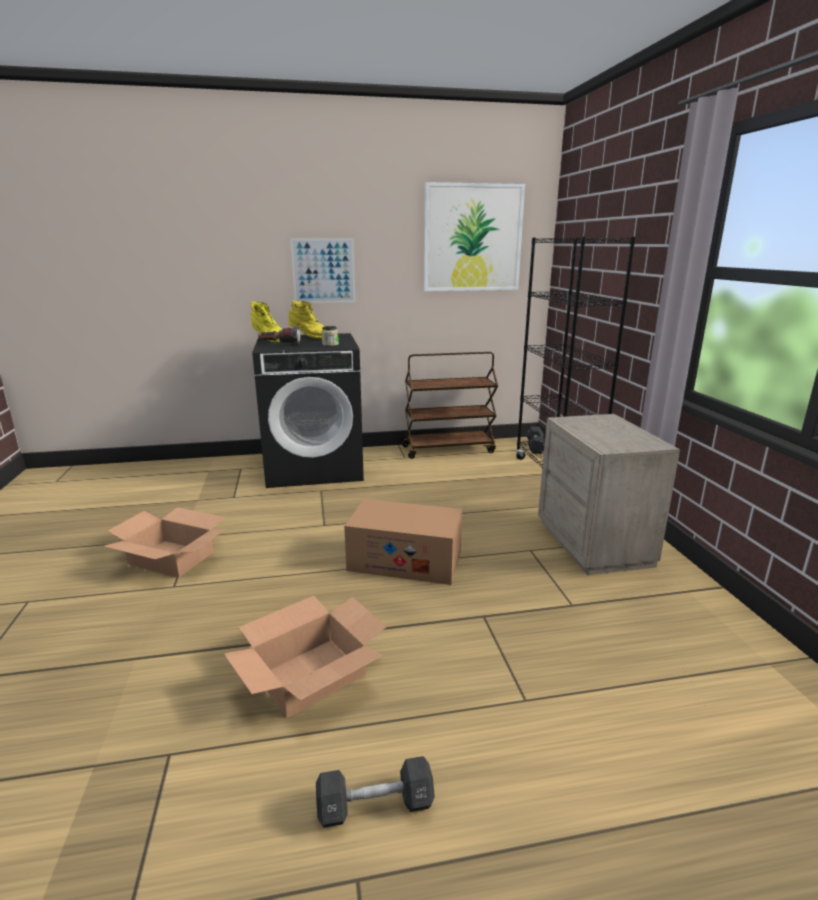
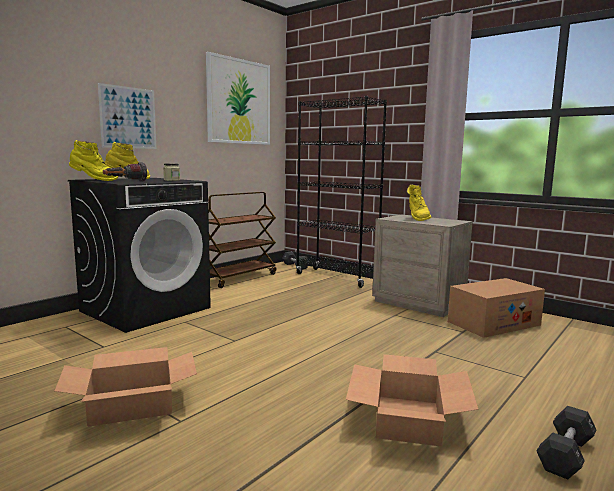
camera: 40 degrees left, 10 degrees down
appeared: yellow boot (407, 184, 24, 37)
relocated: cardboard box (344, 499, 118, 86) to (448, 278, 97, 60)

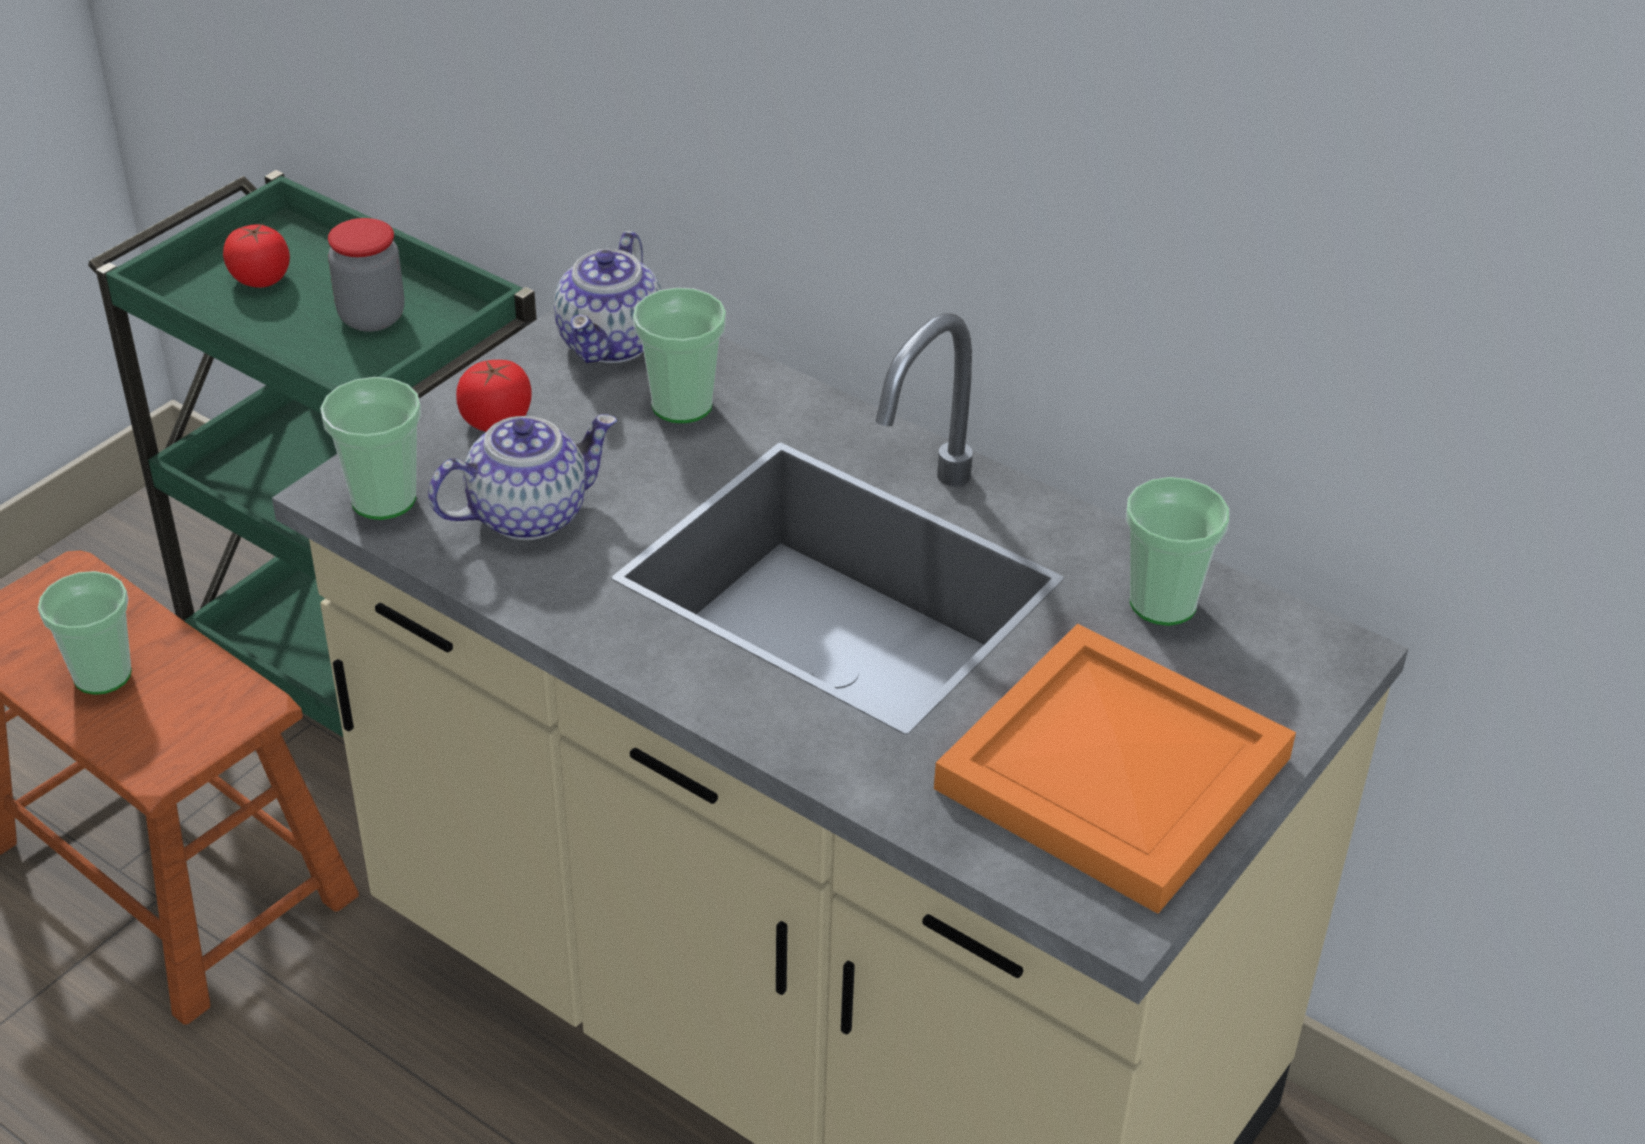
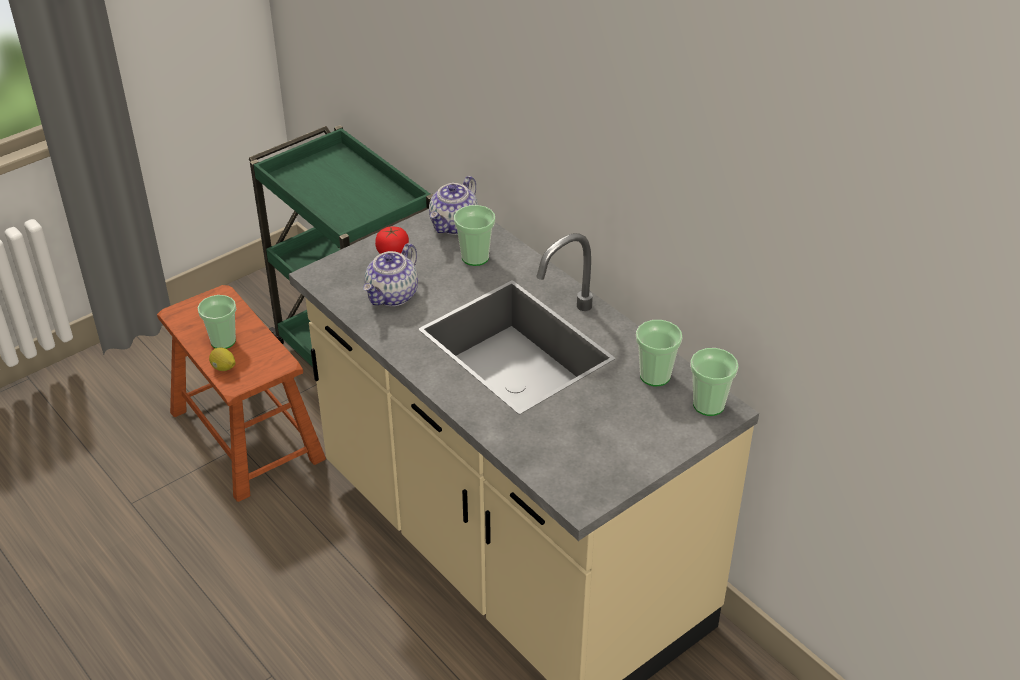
camera: 15 degrees right, 0 degrees up
missing: tomato (223, 224, 67, 64); jar (328, 218, 76, 114); orange tray (934, 623, 362, 291)
appeared: lemon (209, 347, 27, 24)
relocated: cup (320, 377, 101, 143) to (690, 348, 49, 68)
spun: teapot (428, 414, 189, 126) = (363, 243, 55, 63) 135 degrees clockwise

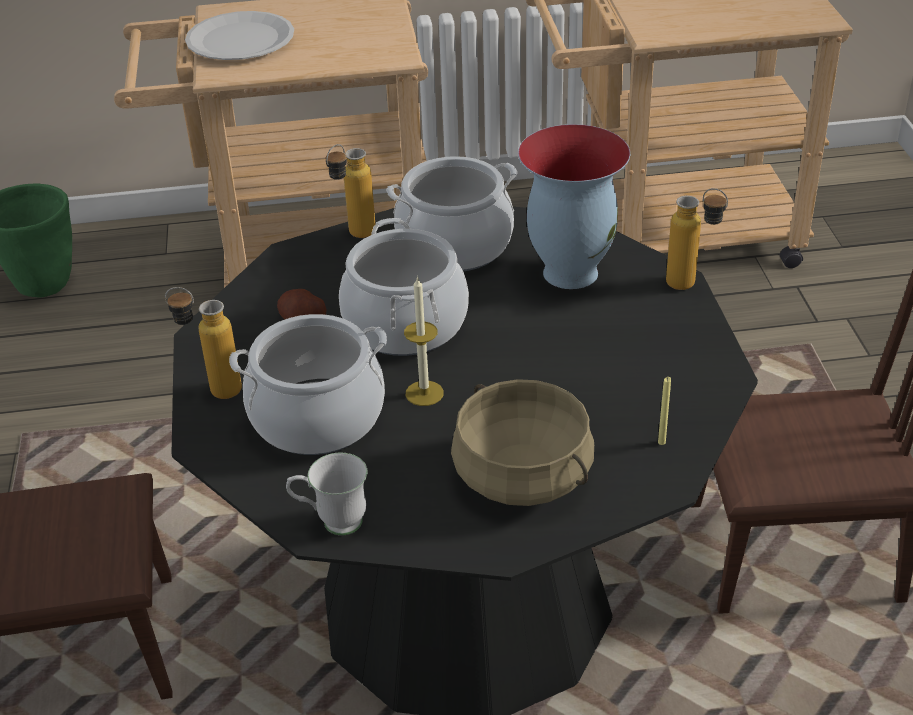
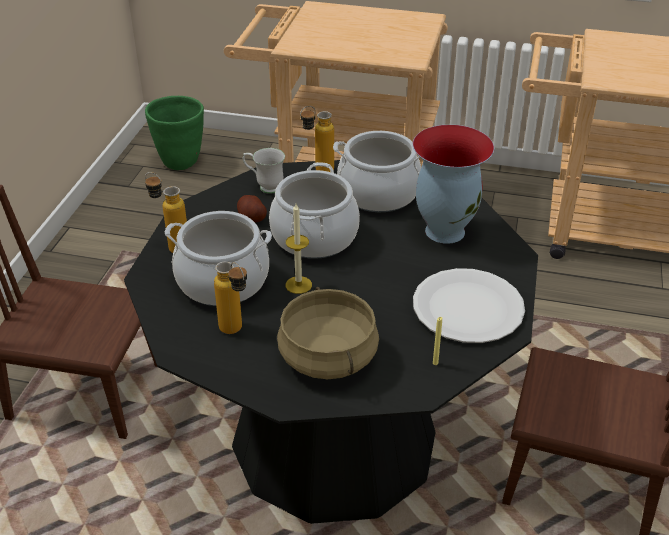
camera: 20 degrees right, 0 degrees up
relocated: bottle (666, 188, 62, 102) to (214, 261, 33, 73); white mug (286, 453, 82, 82) to (243, 148, 42, 46); white plate (185, 11, 109, 49) to (413, 268, 112, 75)

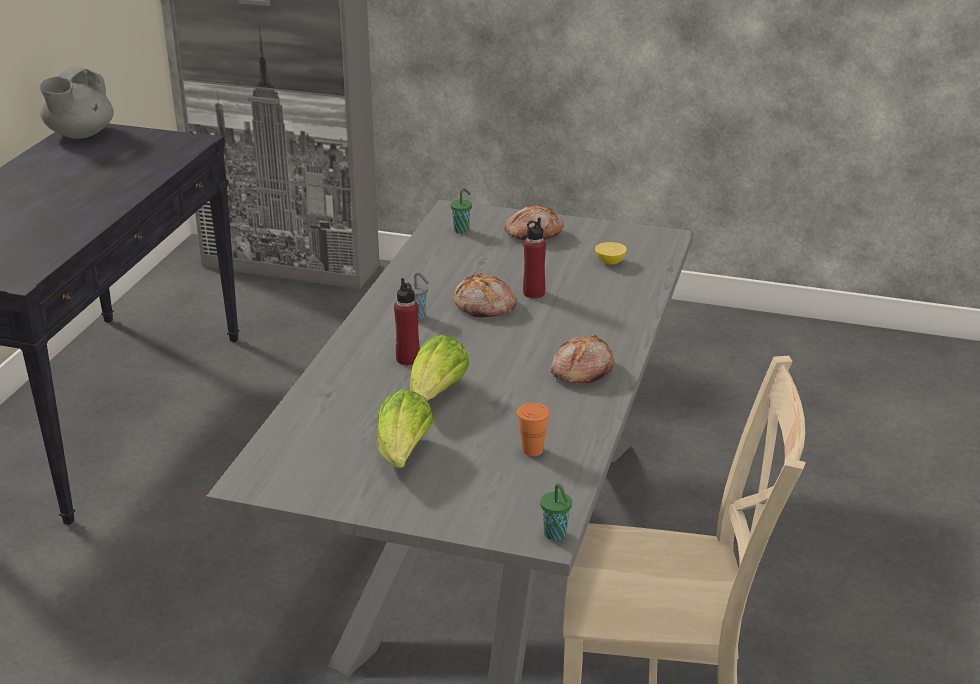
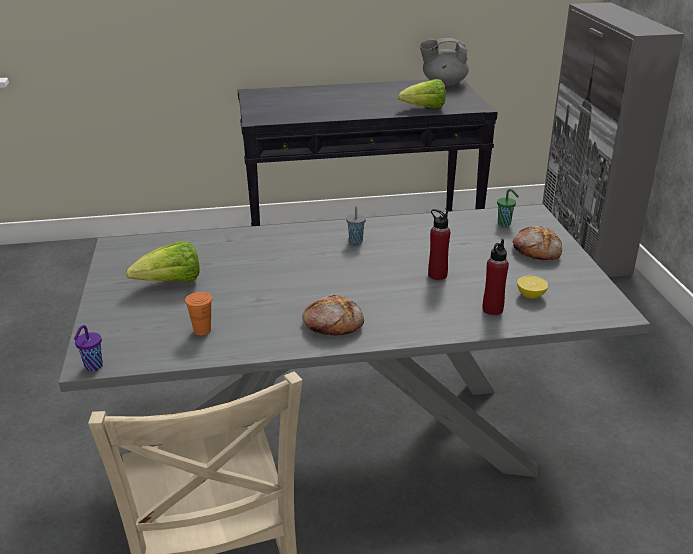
camera: 65 degrees right, 0 degrees up
missing: bread (453, 273, 64, 44)
relocated: lettuce (410, 334, 59, 67) to (398, 79, 48, 30); red bottle (394, 278, 26, 87) to (483, 239, 26, 76)
colour: green cup (540, 483, 32, 58) to purple cup (74, 325, 29, 46)

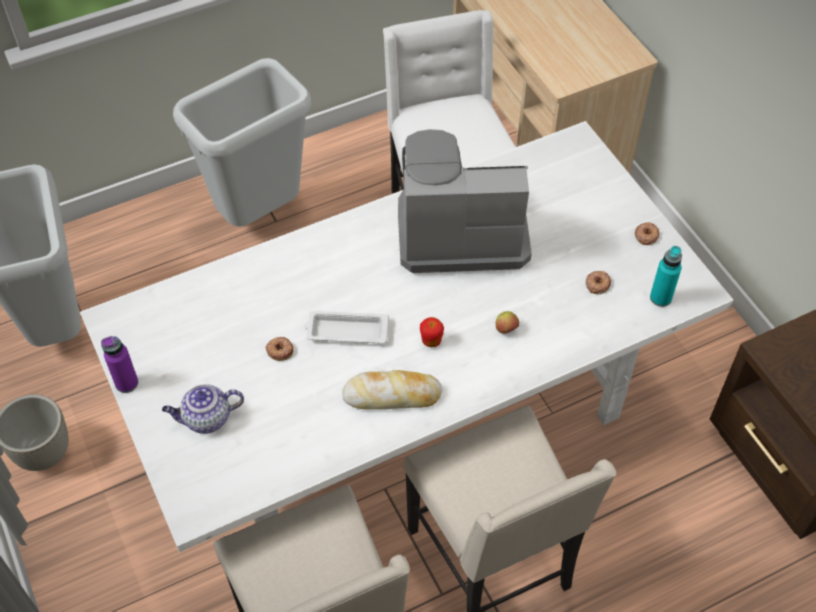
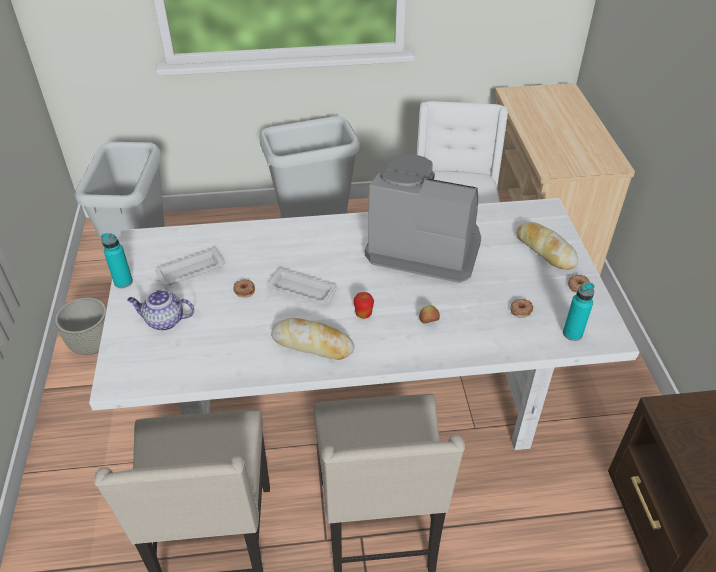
camera: 20 degrees right, 10 degrees down
appeared: white tray (155, 248, 70, 38); bread (516, 222, 62, 48)
colour: purple bottle (101, 336, 37, 57) to turquoise bottle (101, 233, 32, 55)

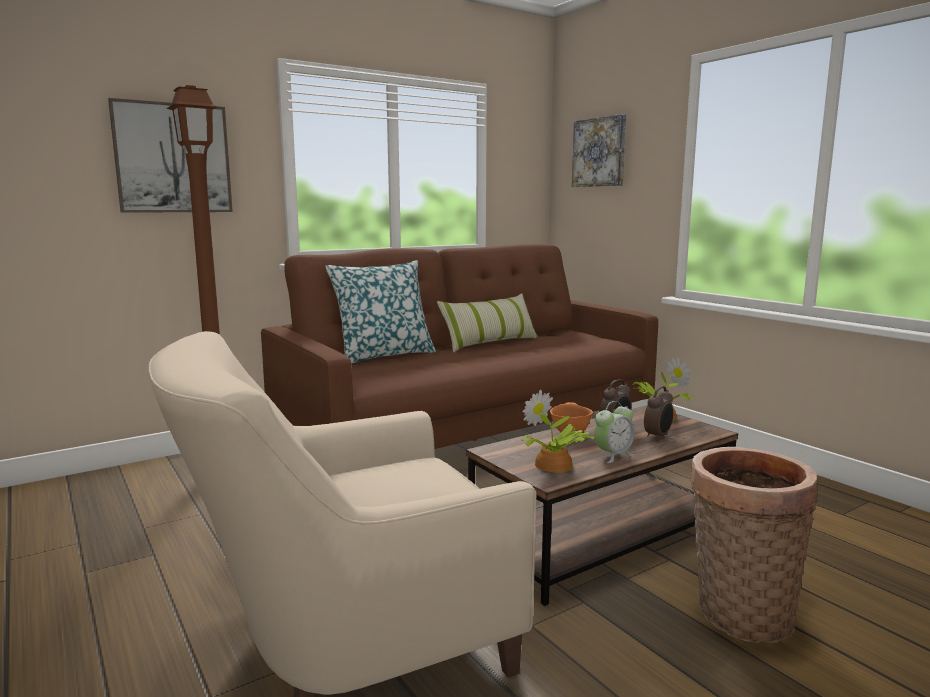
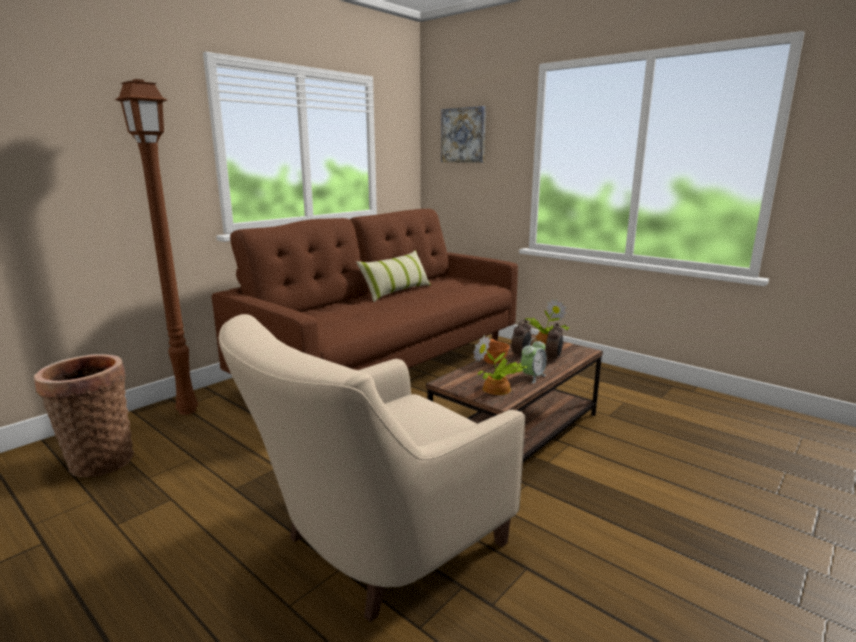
camera: 15 degrees left, 5 degrees up
missing: picture (108, 98, 125, 115); pillow (325, 260, 111, 104)
relocated: basket (690, 447, 128, 197) to (34, 354, 100, 123)

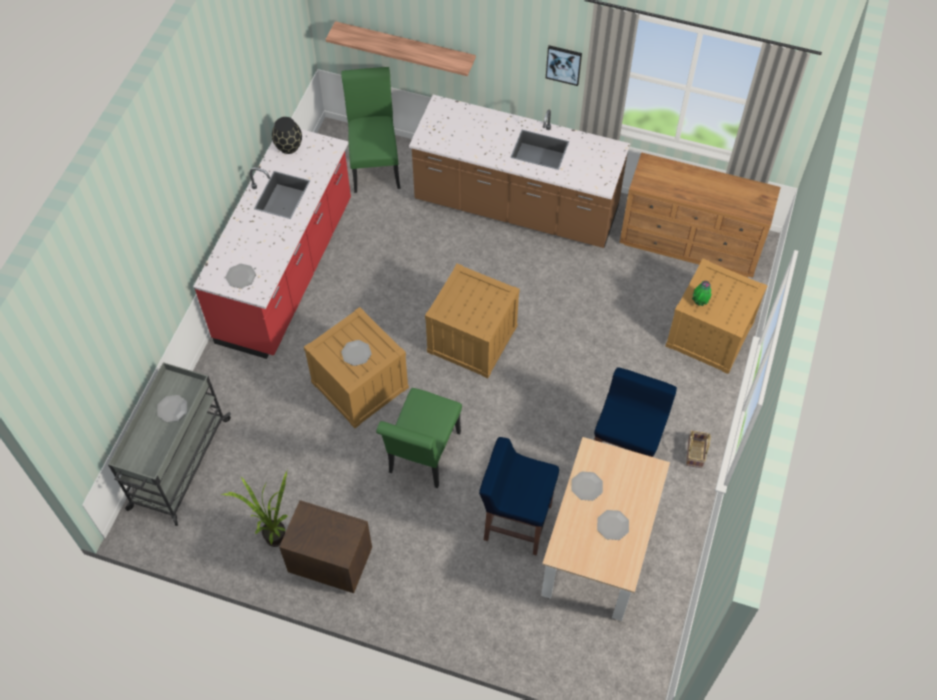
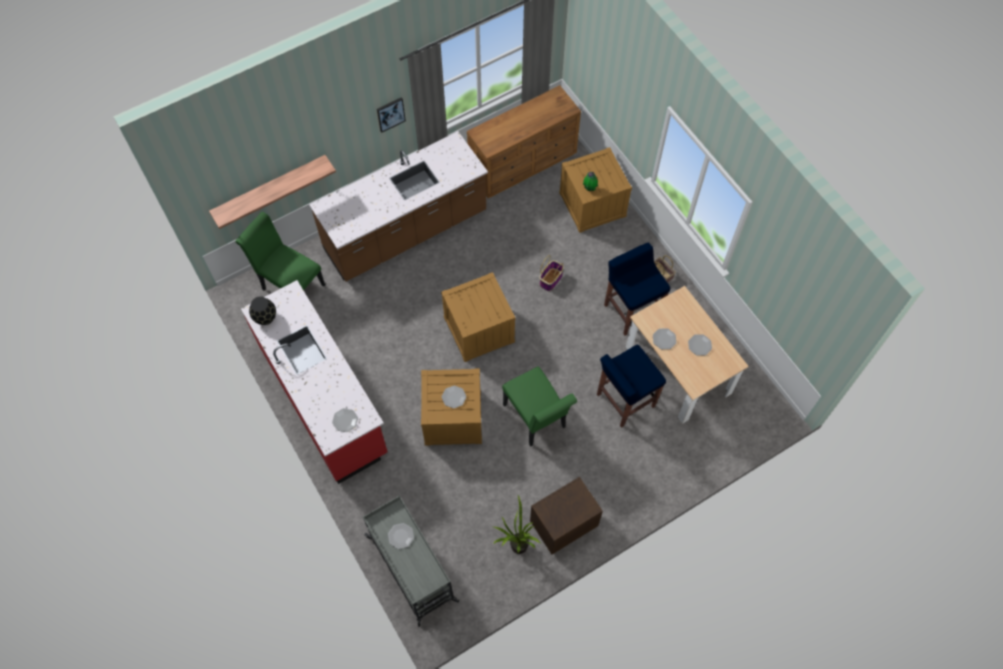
camera: 50 degrees left, 5 degrees up
appeared: basket (539, 255, 25, 36)

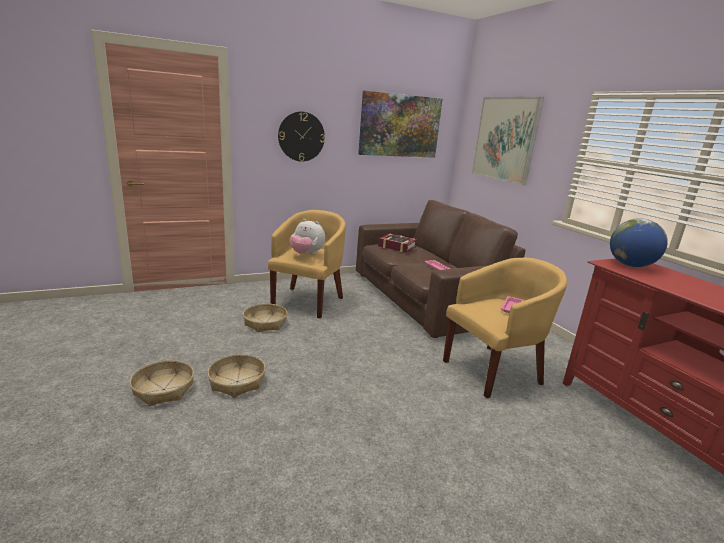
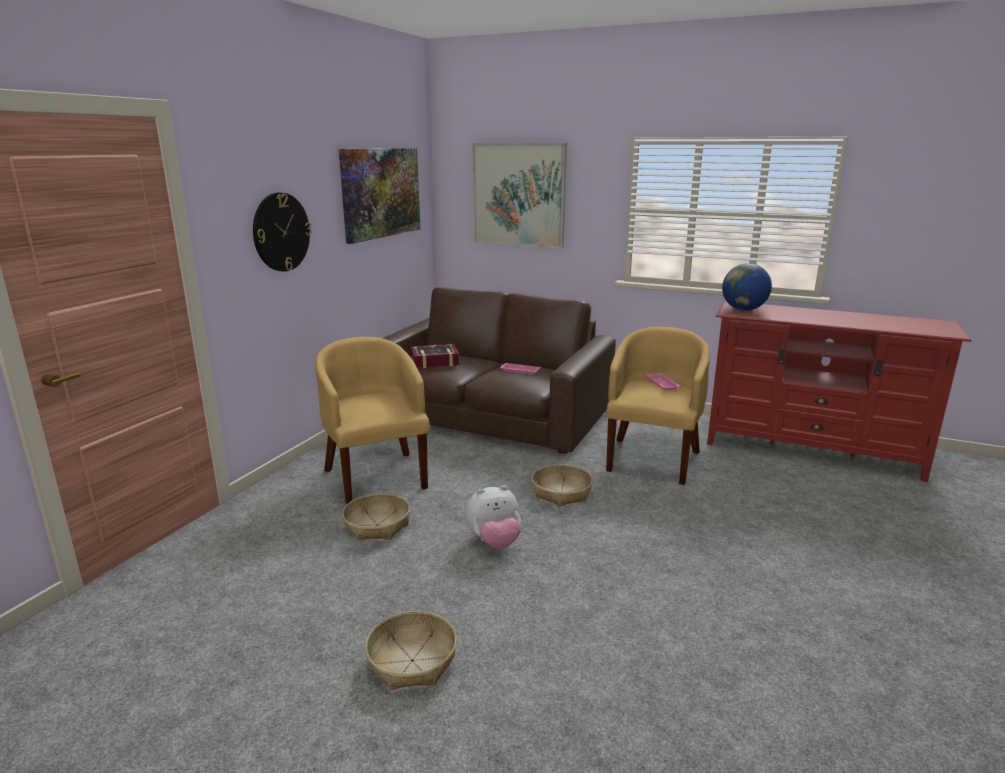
camera: 40 degrees left, 0 degrees up
relocated: plush toy (290, 219, 35, 36) to (465, 485, 56, 64); basket (207, 354, 59, 44) to (532, 464, 61, 43)

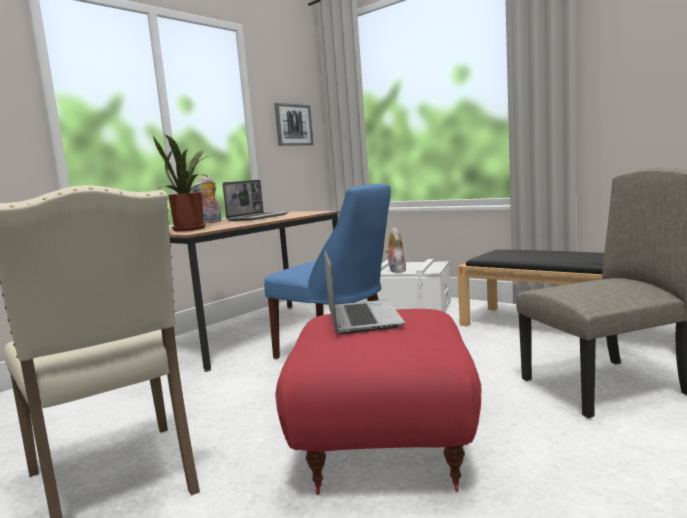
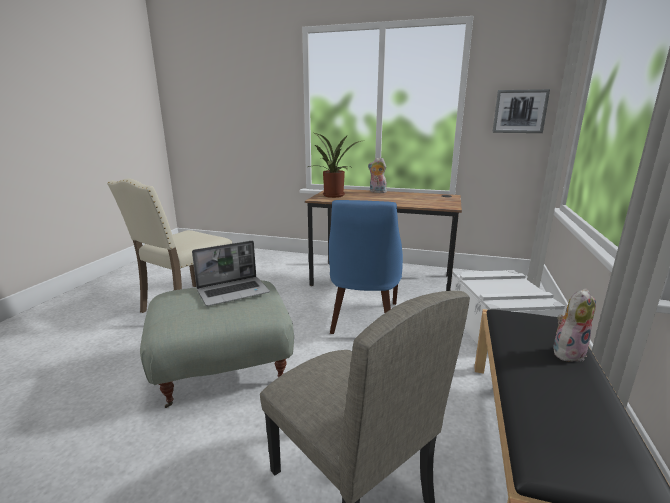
camera: 65 degrees right, 10 degrees up
missing: laptop (222, 180, 67, 41)
relocated: plush toy (385, 228, 21, 45) to (553, 289, 43, 73)
colour: red ottoman (276, 309, 206, 186) to grey ottoman (140, 280, 154, 128)

